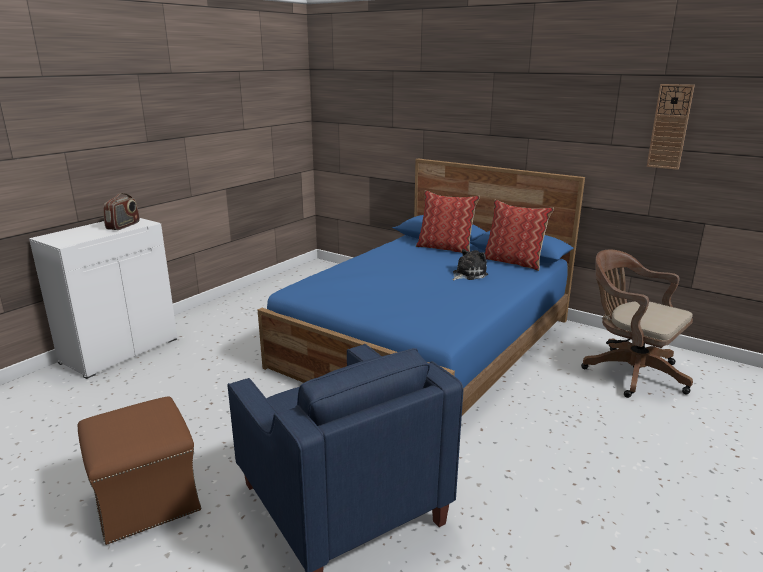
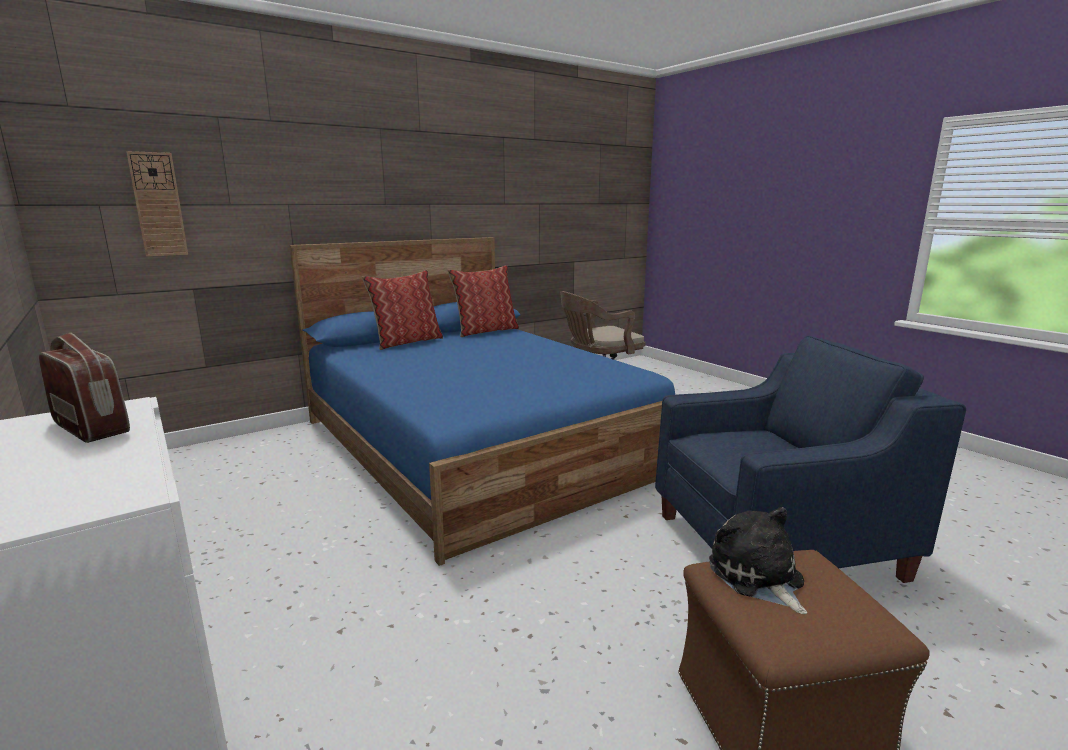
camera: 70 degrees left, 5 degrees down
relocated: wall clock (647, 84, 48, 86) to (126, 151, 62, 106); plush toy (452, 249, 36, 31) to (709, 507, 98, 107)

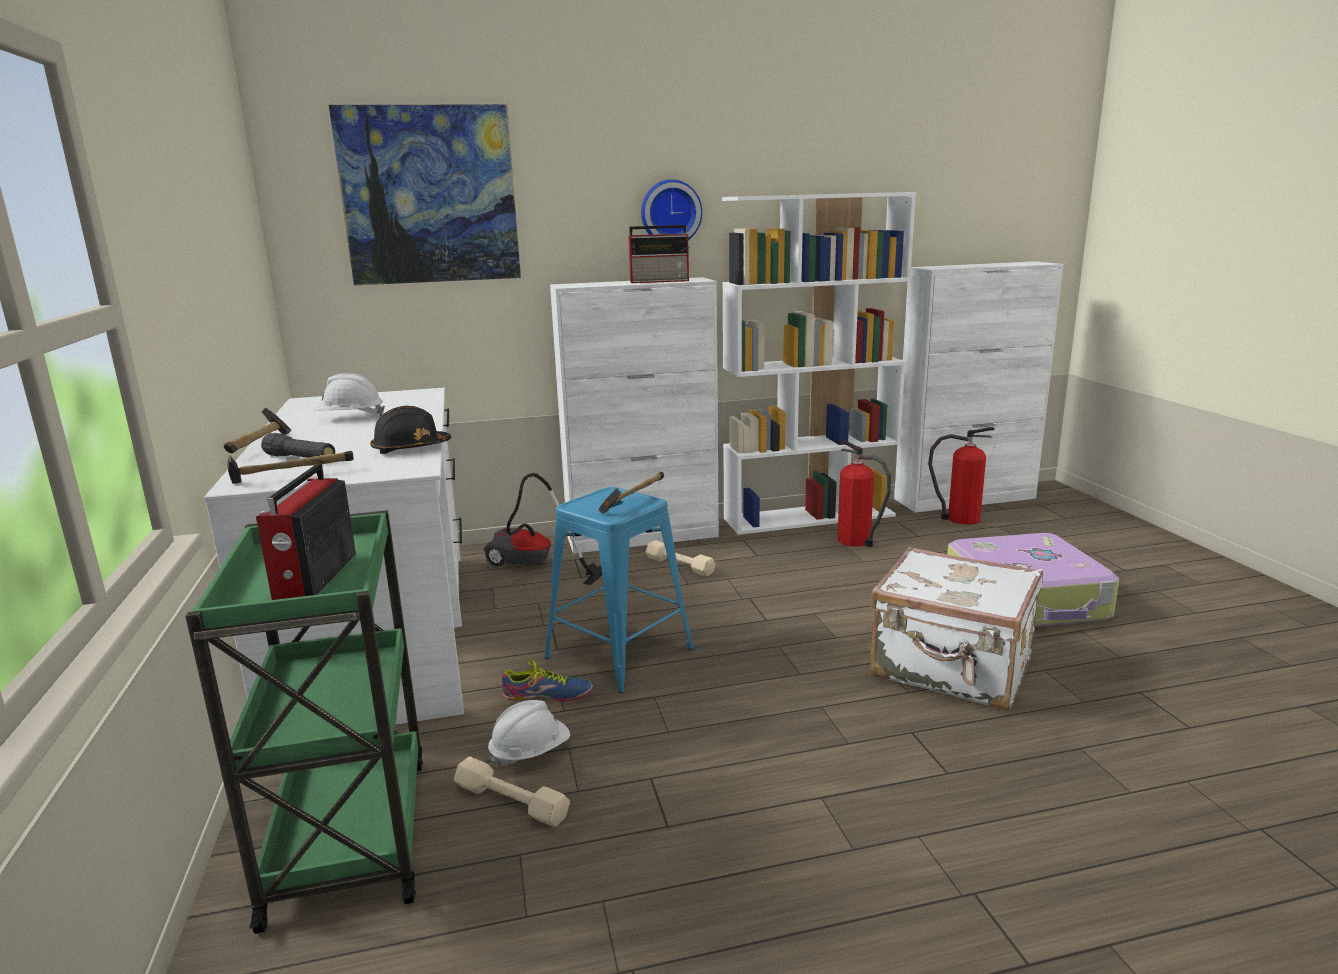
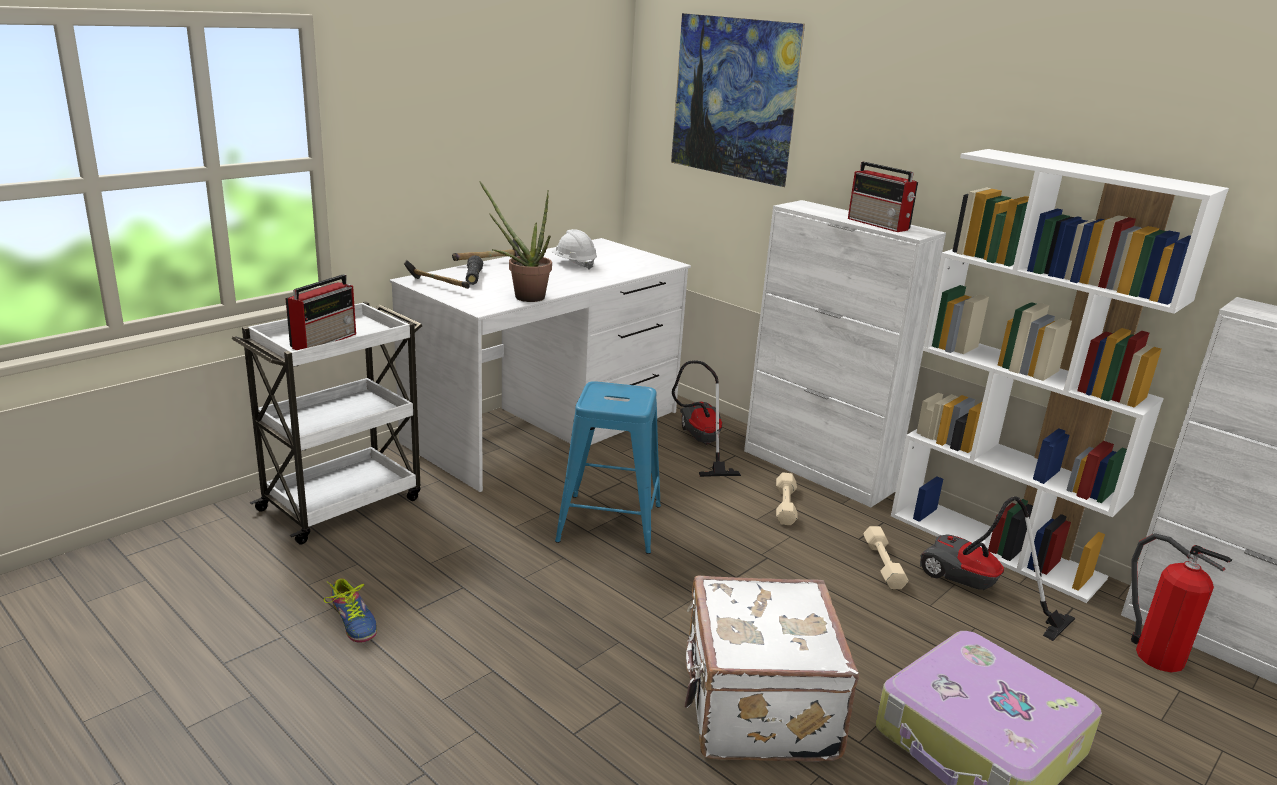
camera: 55 degrees right, 5 degrees up
missing: white hard hat (488, 700, 82, 68); hammer (598, 472, 66, 42); wall clock (641, 179, 61, 61)
relocated: shoe (502, 660, 91, 41) to (324, 578, 53, 65); beige dumbbell (454, 757, 116, 70) to (863, 526, 46, 63)
exchanged: black hard hat (370, 406, 82, 48) to potted plant (480, 182, 72, 120); fire extinguisher (838, 440, 53, 107) to vacuum cleaner (920, 496, 155, 145)
colour: green cart (185, 510, 238, 424) to white cart (232, 302, 190, 243)
spun: radio (256, 464, 100, 136) = (285, 274, 71, 76) 150 degrees clockwise

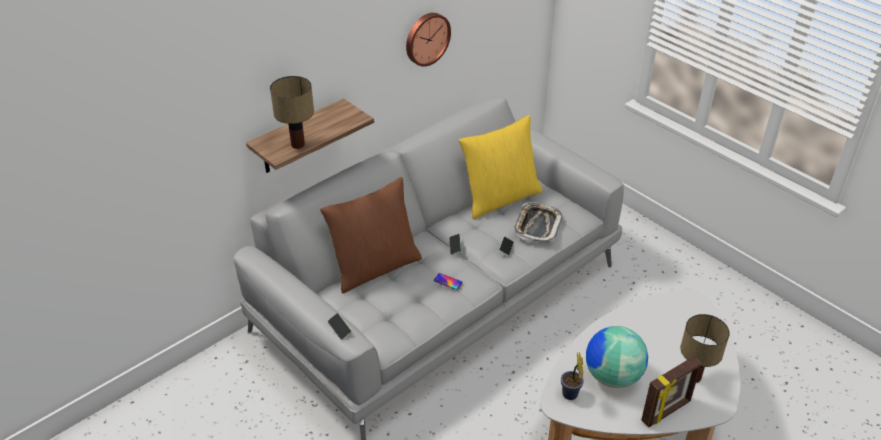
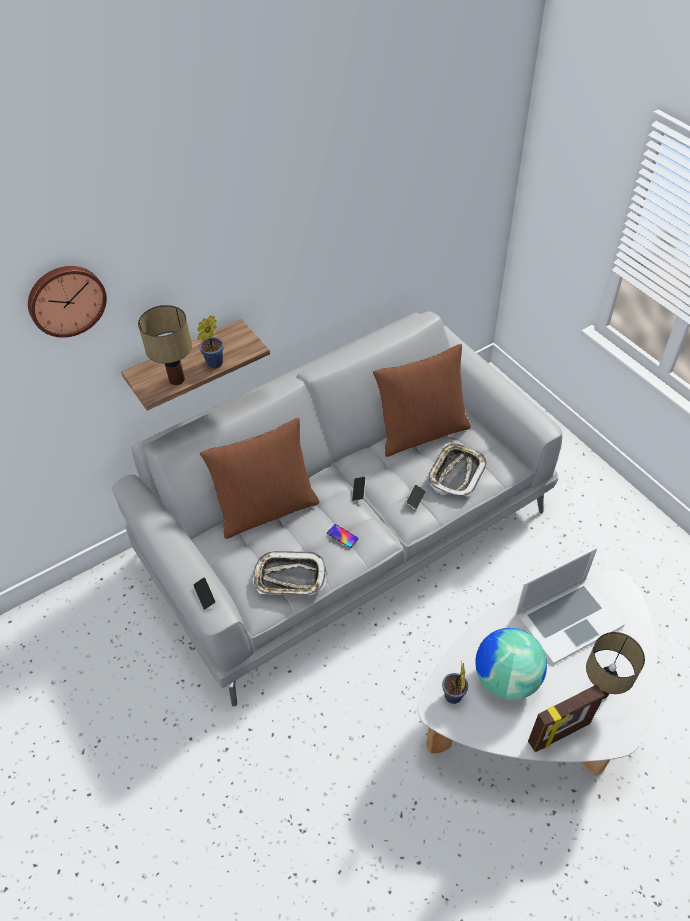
camera: 10 degrees right, 10 degrees up
appeared: potted plant (197, 315, 27, 54); tray (253, 551, 75, 45); laptop (516, 547, 109, 117)
relocated: wall clock (406, 13, 45, 54) to (28, 266, 79, 72)
colour: yellow pillow (459, 115, 83, 104) to brown pillow (373, 344, 98, 113)

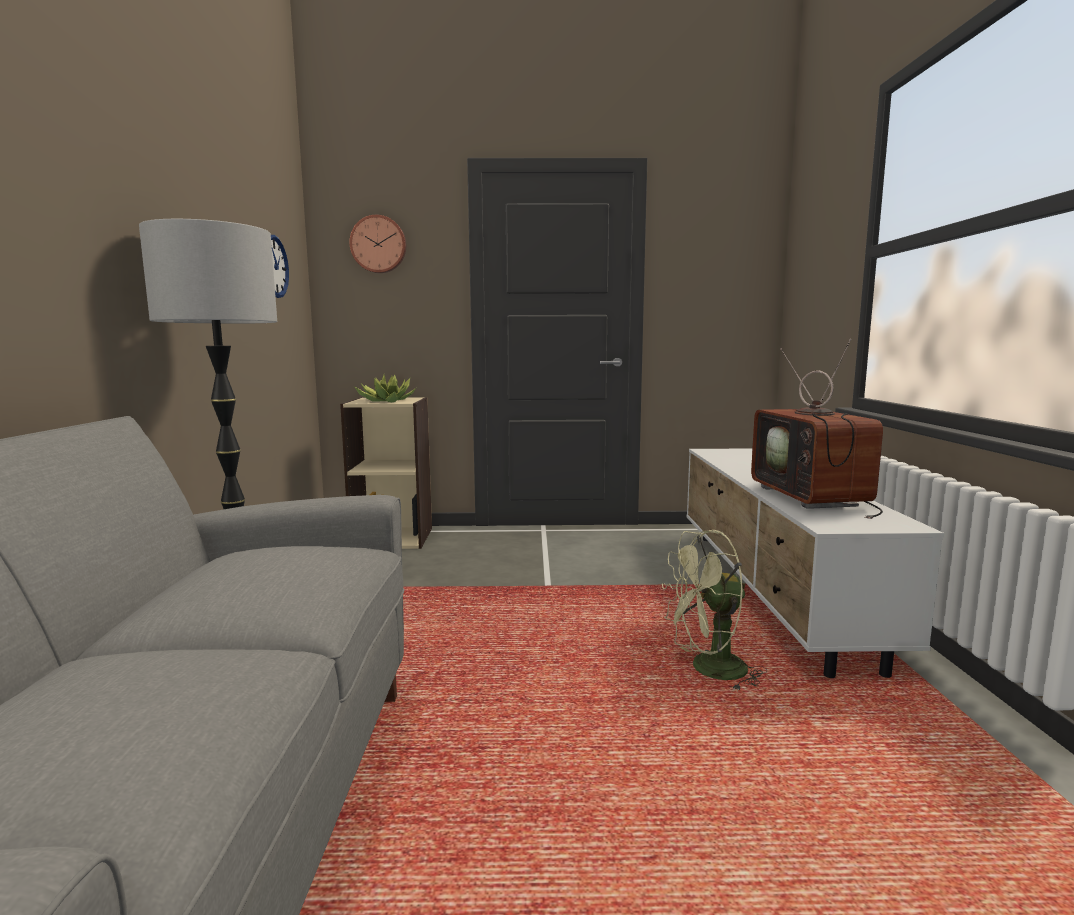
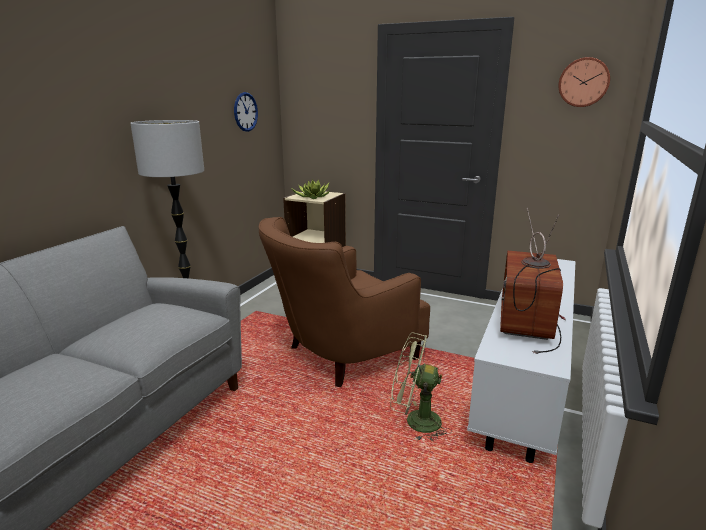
camera: 25 degrees right, 10 degrees up
appeared: brown armchair (259, 217, 171, 170)
relocated: wall clock (349, 215, 57, 58) to (558, 57, 52, 50)

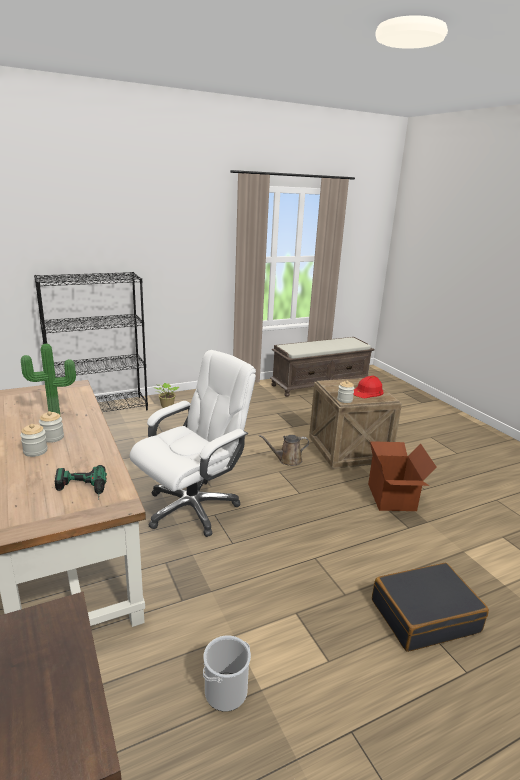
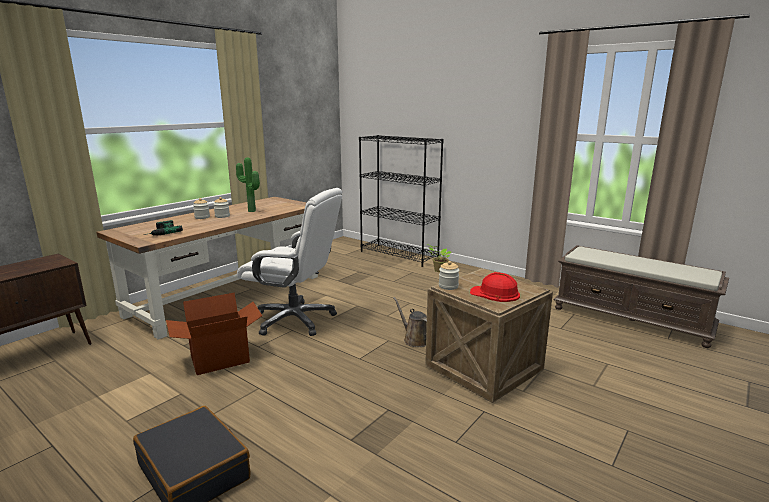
camera: 65 degrees right, 5 degrees down
missing: bucket (203, 635, 48, 77)
relocated: cardboard box (368, 440, 69, 71) to (166, 292, 97, 83)

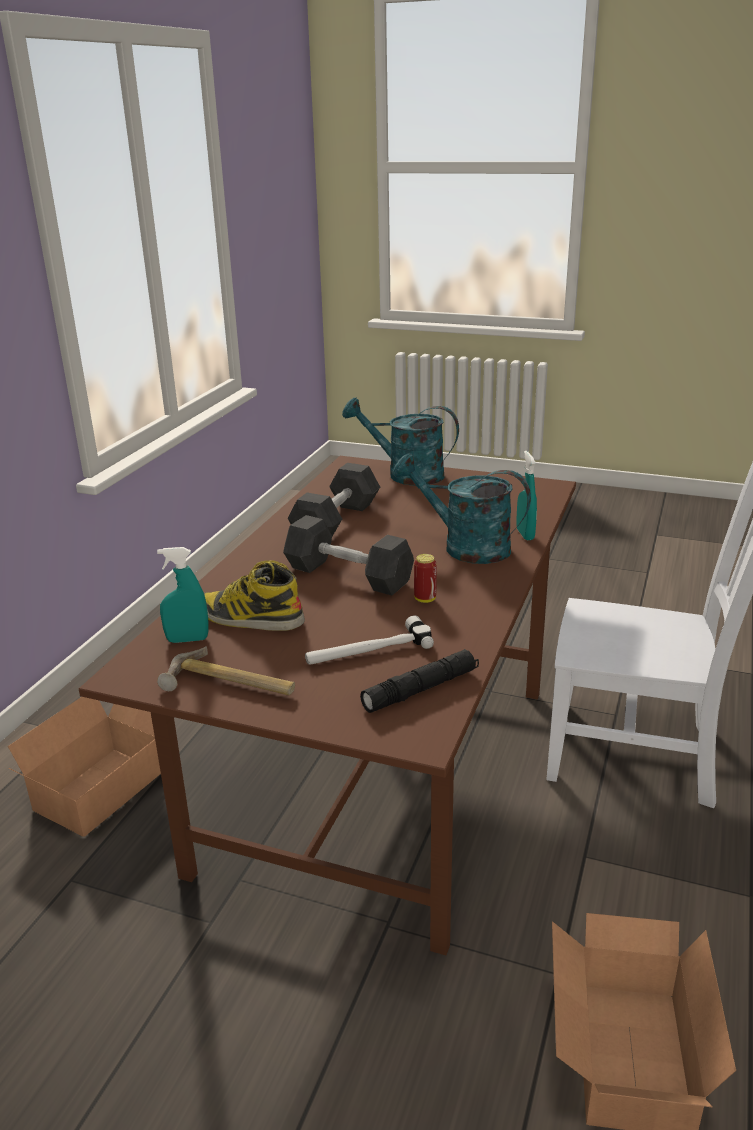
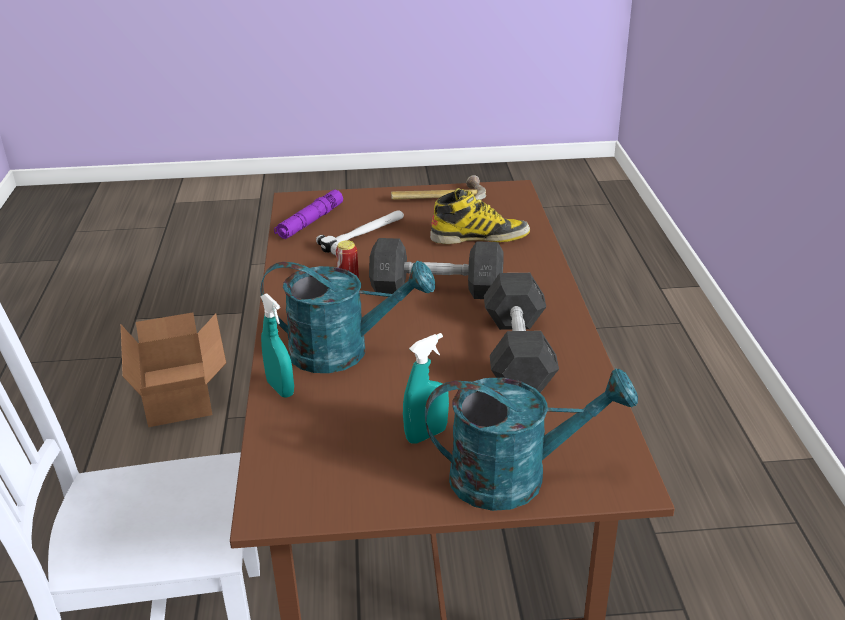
camera: 155 degrees right, 5 degrees up
missing: cardboard box (8, 697, 153, 140)
relocated: turquoise spray bottle (157, 547, 52, 96) to (403, 333, 46, 111)
colour: black flashlight (360, 649, 119, 64) to purple flashlight (274, 190, 69, 49)

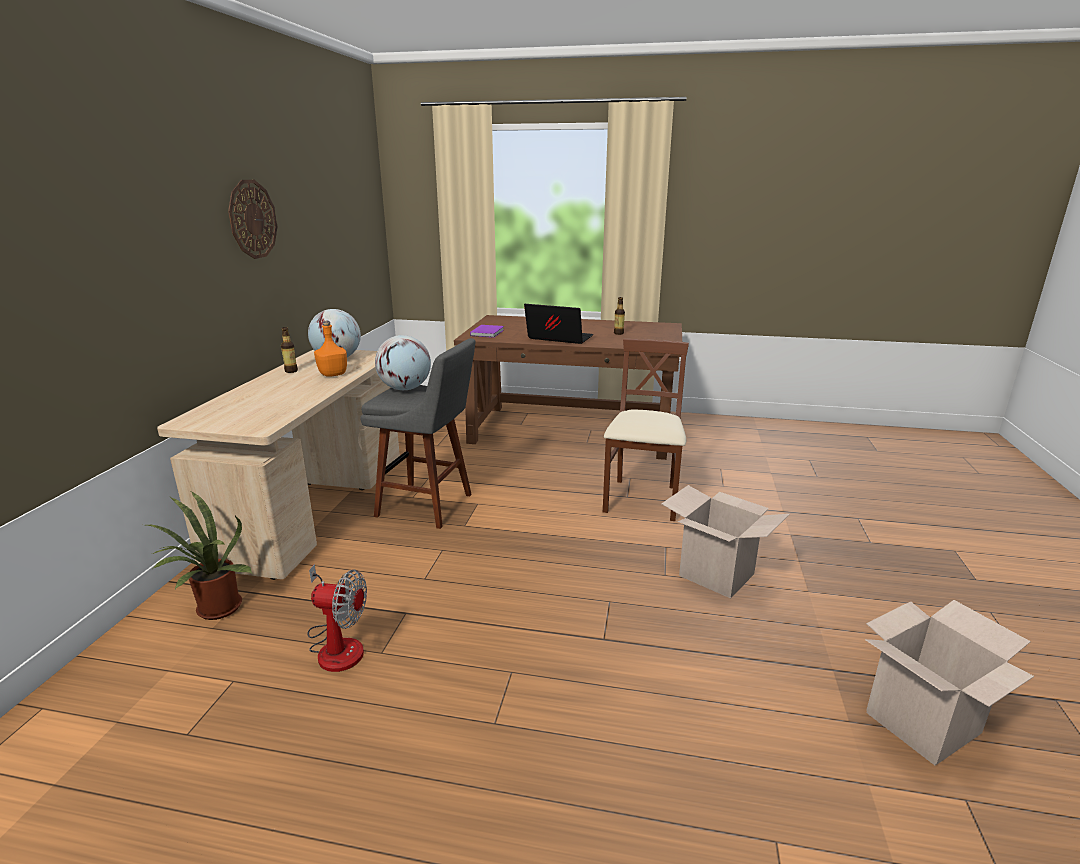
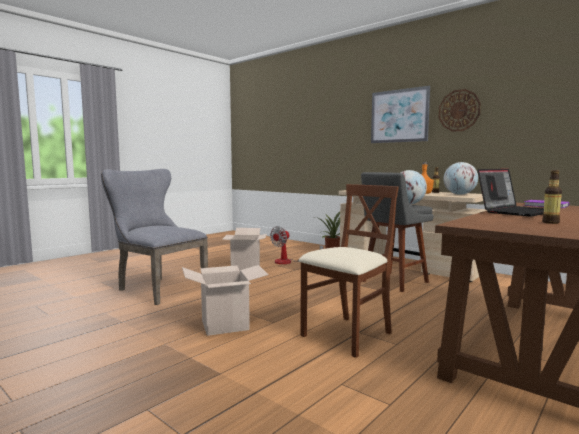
camera: 120 degrees right, 15 degrees down
appeared: grey chair (101, 169, 107, 136); picture (371, 86, 59, 57)
relocated: cardboard box (865, 600, 169, 166) to (222, 228, 45, 43)
spun: brown chair (603, 339, 86, 182) = (299, 184, 100, 174) 90 degrees counterclockwise

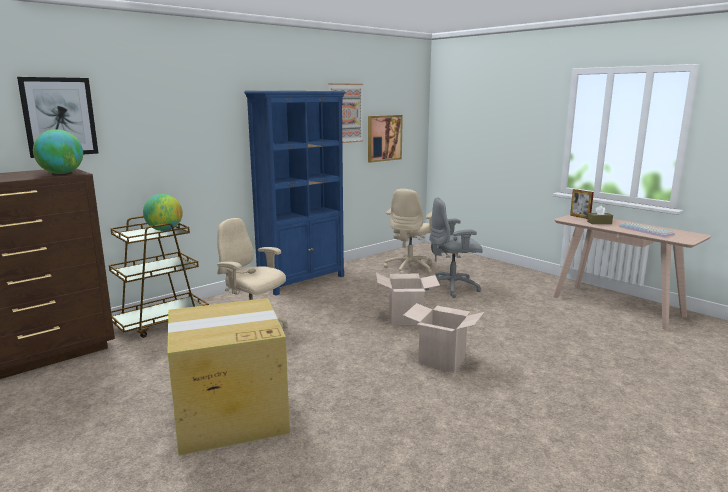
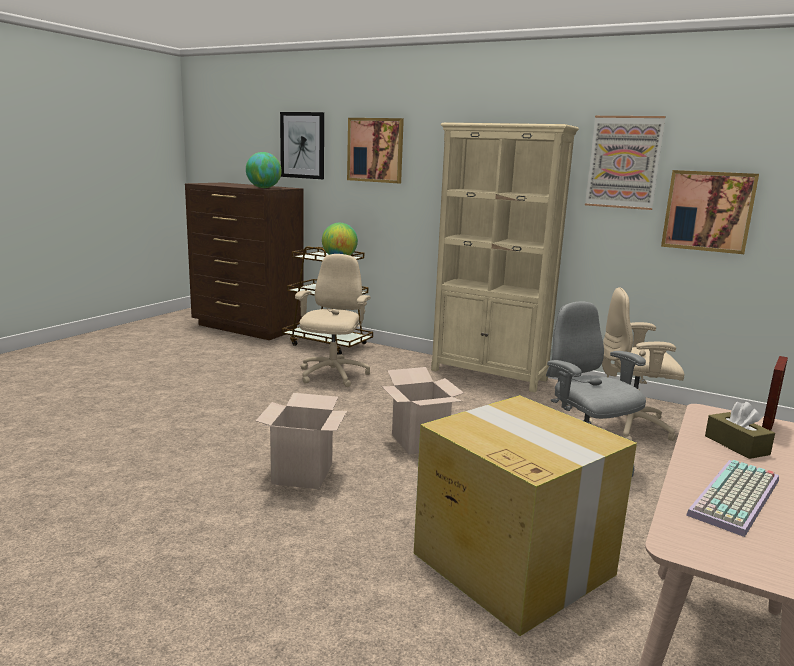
camera: 70 degrees right, 0 degrees up
appeared: picture (347, 118, 57, 65)
relocated: cardboard box (168, 298, 122, 157) to (414, 395, 223, 241)
colour: blue bookcase (244, 91, 102, 204) to beige bookcase (431, 122, 148, 270)

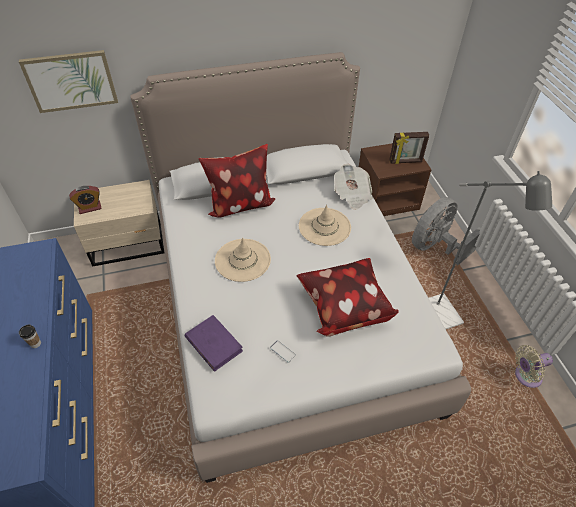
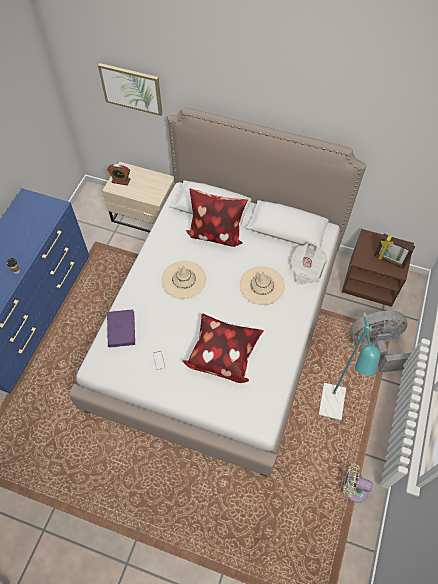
camera: 35 degrees right, 10 degrees up
colour: grey floor lamp (429, 171, 123, 158) to turquoise floor lamp (319, 312, 61, 108)

